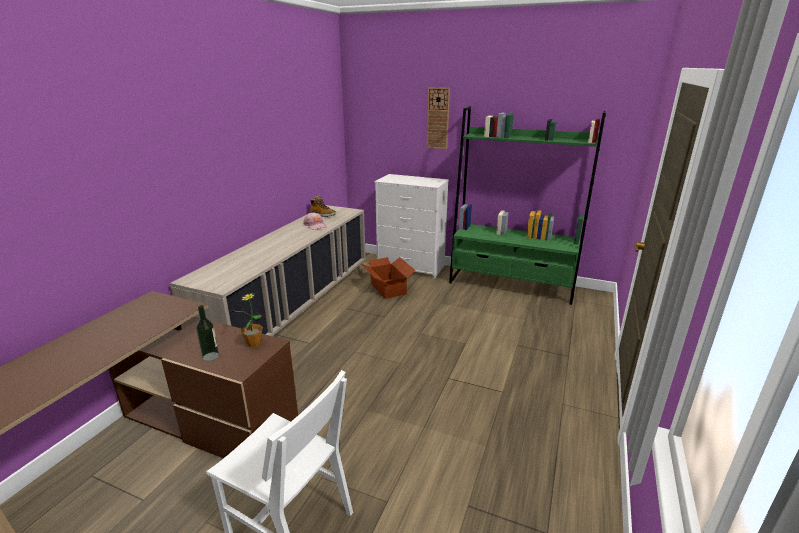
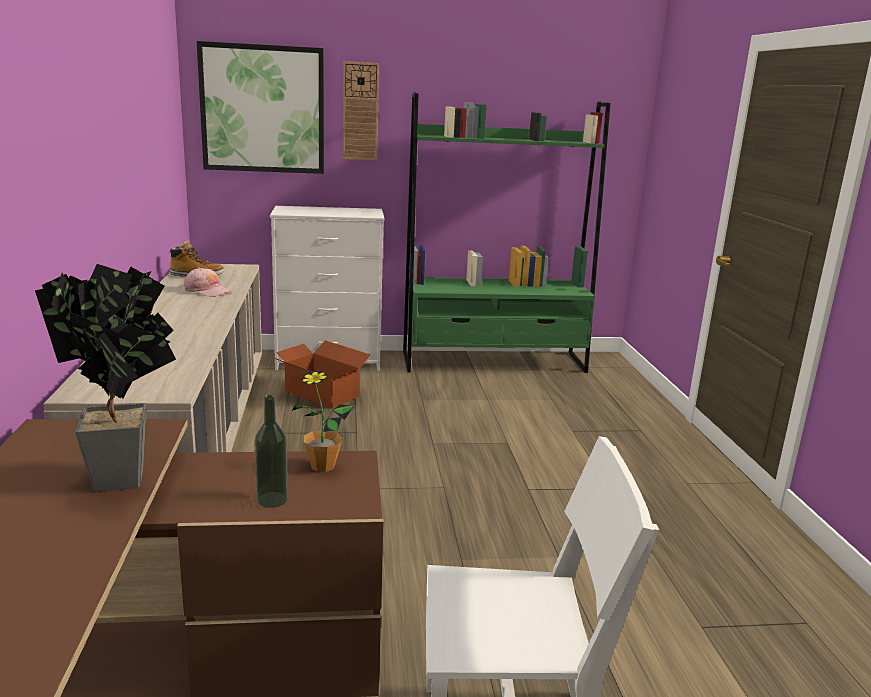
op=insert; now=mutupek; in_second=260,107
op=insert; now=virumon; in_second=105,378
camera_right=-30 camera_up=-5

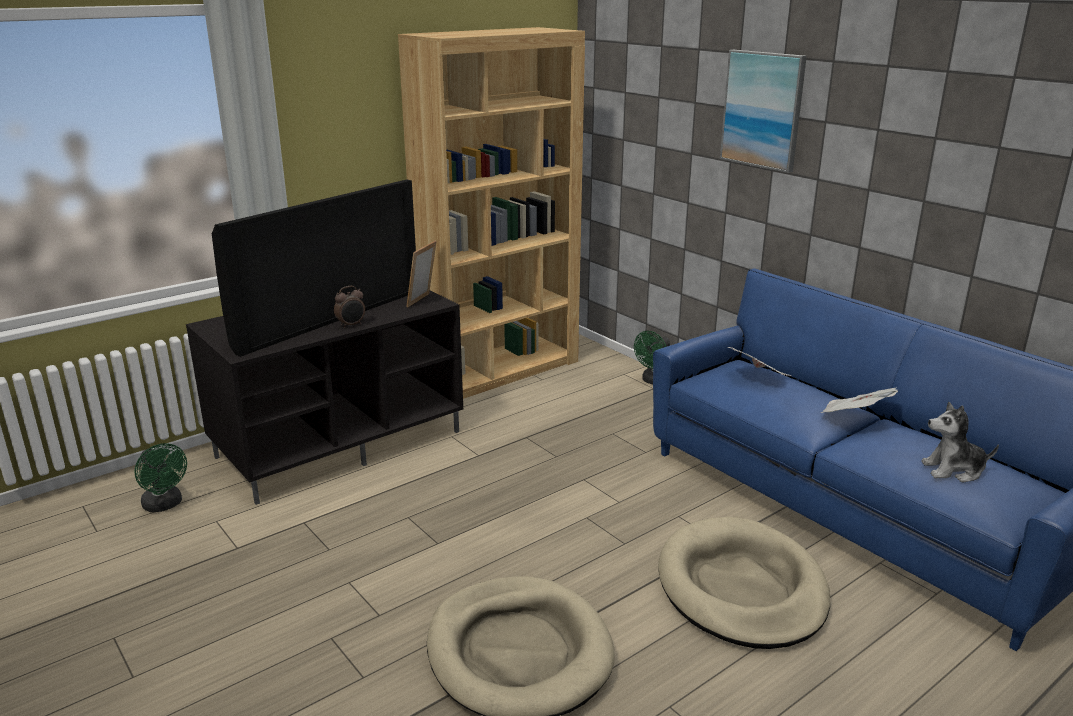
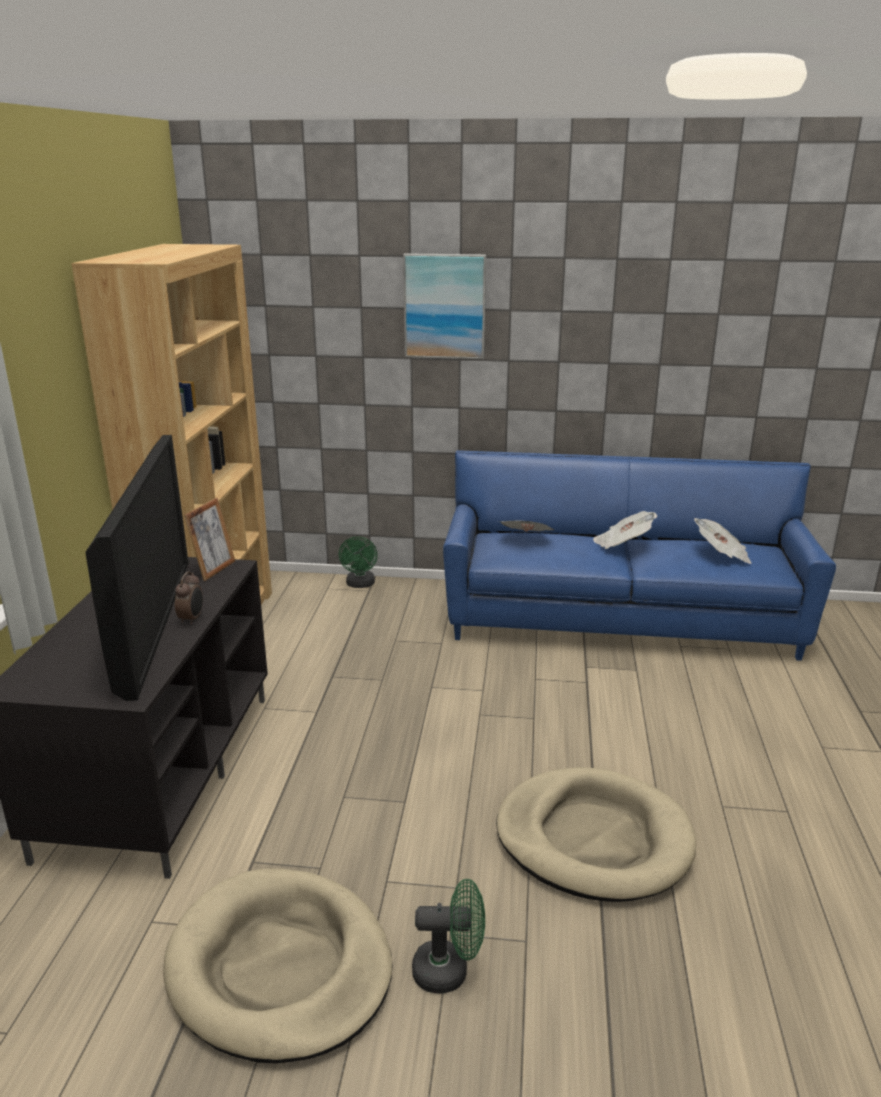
op=rotate; was=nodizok; in_first=421,274; in_second=209,539; clockwise=-135
op=replace; was=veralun; now=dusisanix; in_first=960,442; in_second=723,541
op=move; was=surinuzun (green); in_first=160,477; in_second=448,936
op=move; was=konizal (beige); in_first=744,583; in_second=278,965
camera_right=-45 camera_up=0

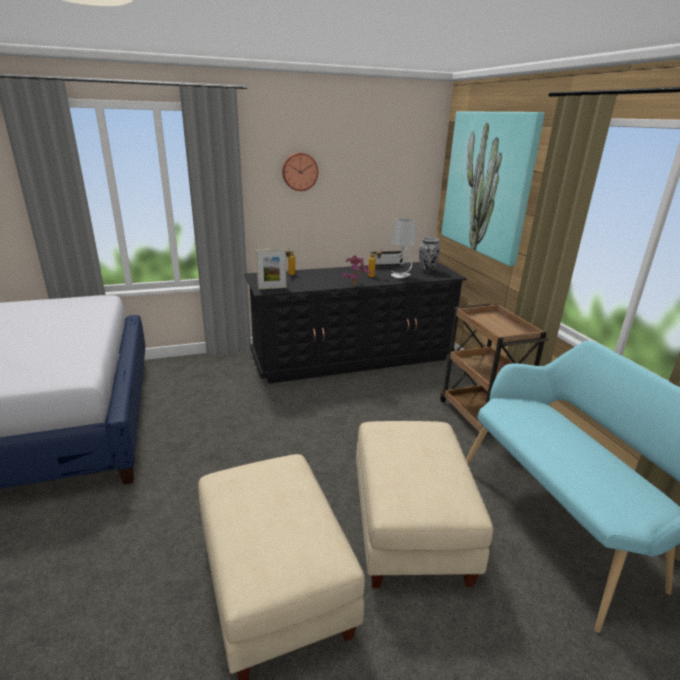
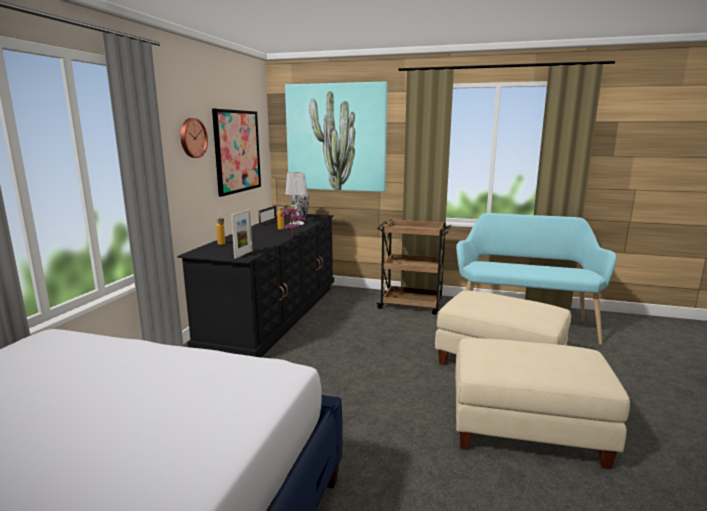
op=insert; now=mutupek; in_second=236,152
camera_right=-55 camera_up=-10

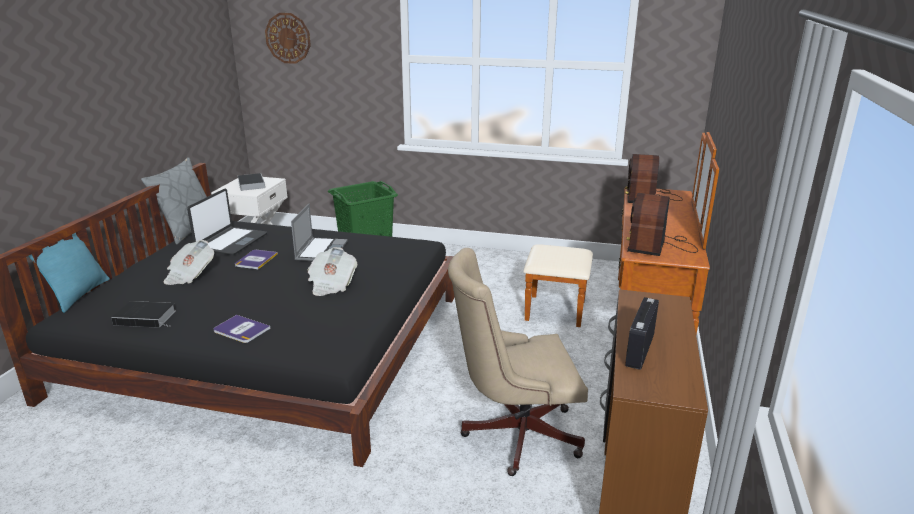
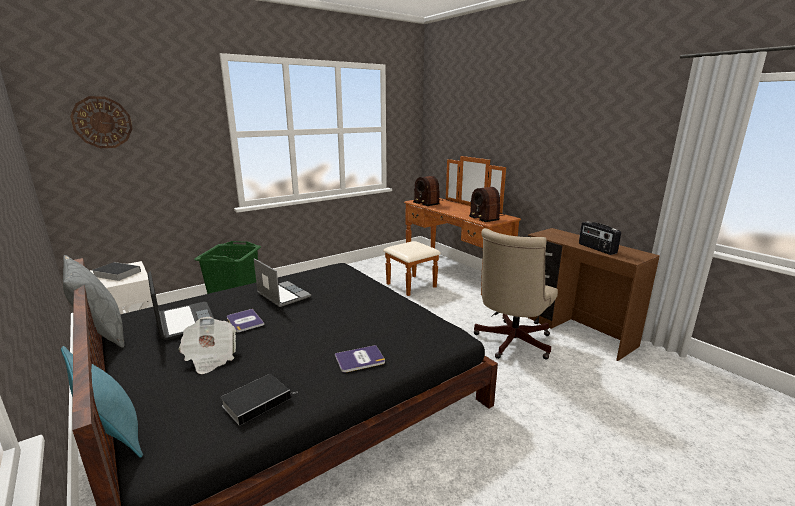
op=delete; was=dusisanix; in_first=332,271
camera_right=-50 camera_up=-5

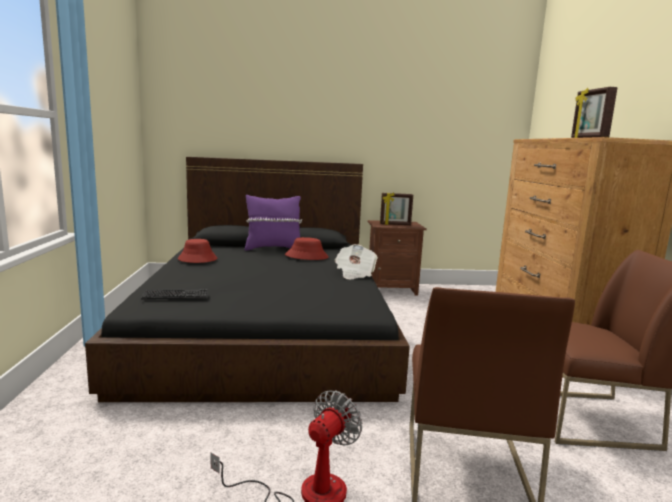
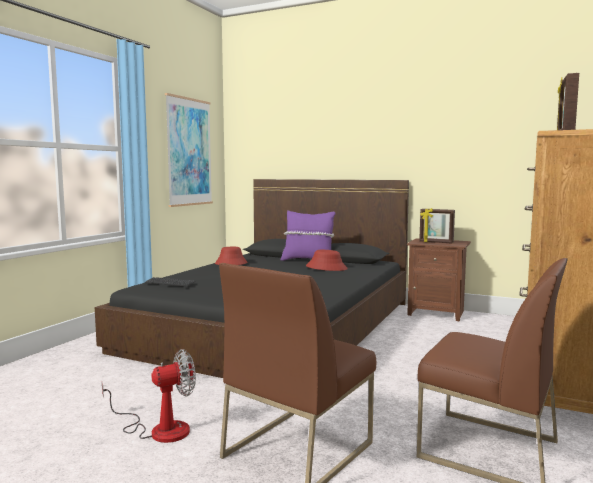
op=delete; was=dusisanix; in_first=356,261
op=insert; now=mutupek; in_second=189,150
camera_right=30 camera_up=-5

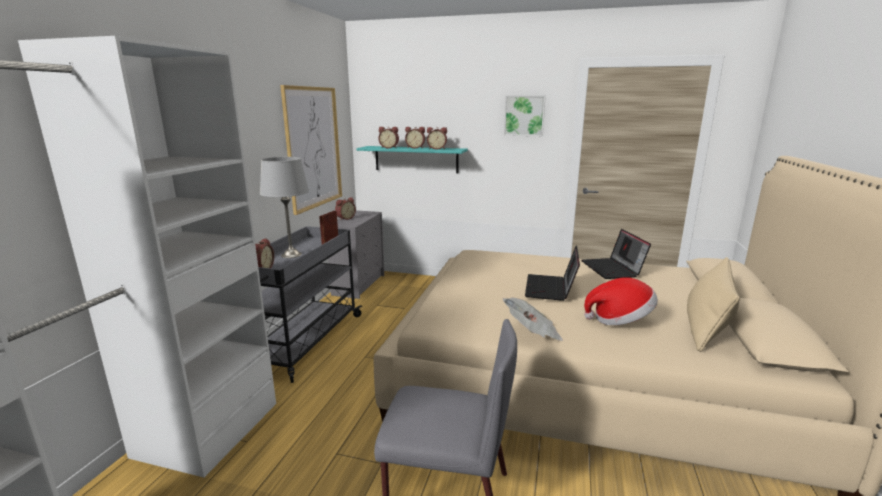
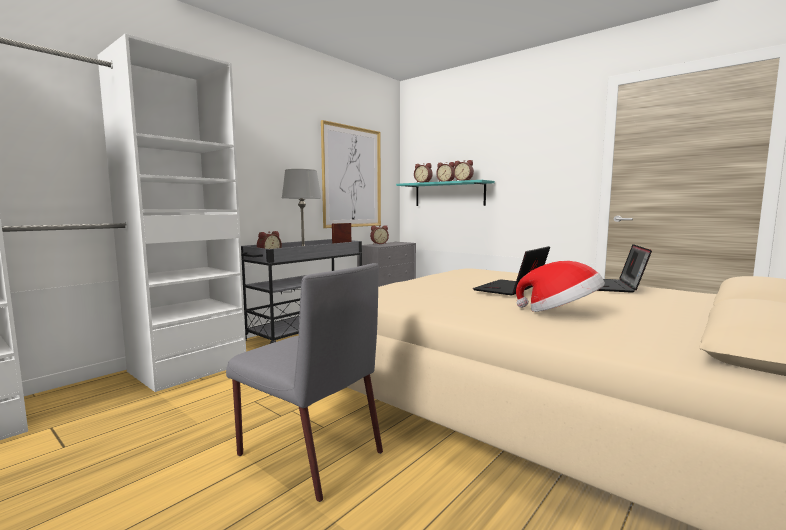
op=delete; was=mutupek; in_first=525,116
op=delete; was=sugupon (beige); in_first=713,304
op=delete; was=dusisanix; in_first=533,319
camera_right=25 camera_up=-10

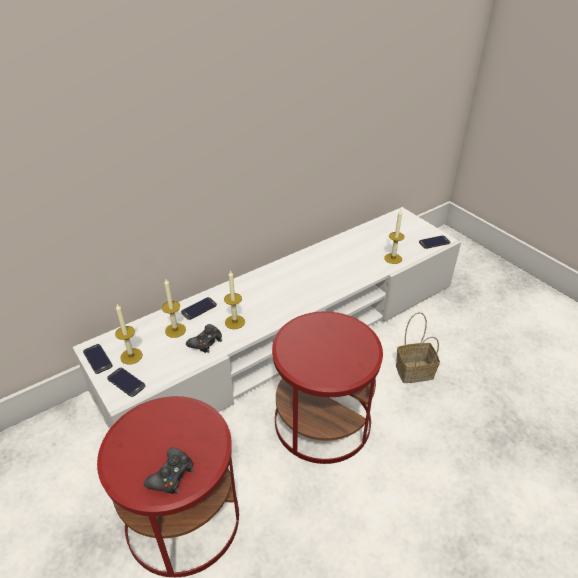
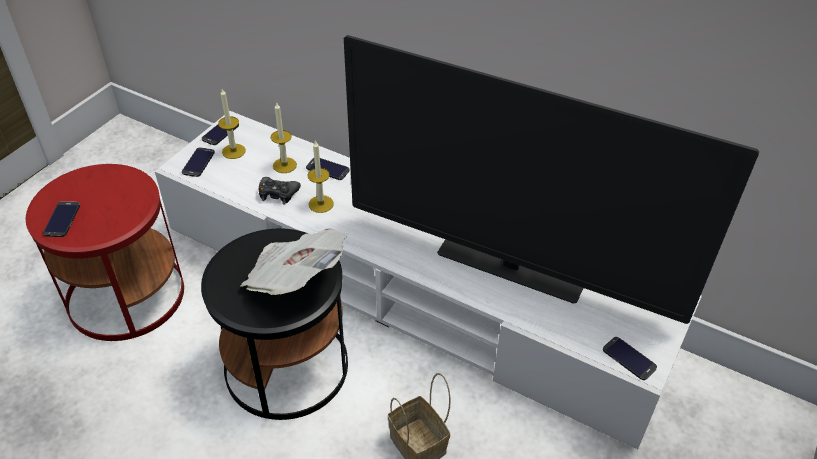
op=delete; was=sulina; in_first=394,237
op=recolor; was=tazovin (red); now=tazovin (black); in_first=327,388; in_second=274,324
op=replace; was=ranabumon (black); now=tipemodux; in_first=169,470; in_second=61,219
op=insert; now=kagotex; in_second=551,179
op=insert; now=dusisanix; in_second=294,261
camera_right=65 camera_up=5

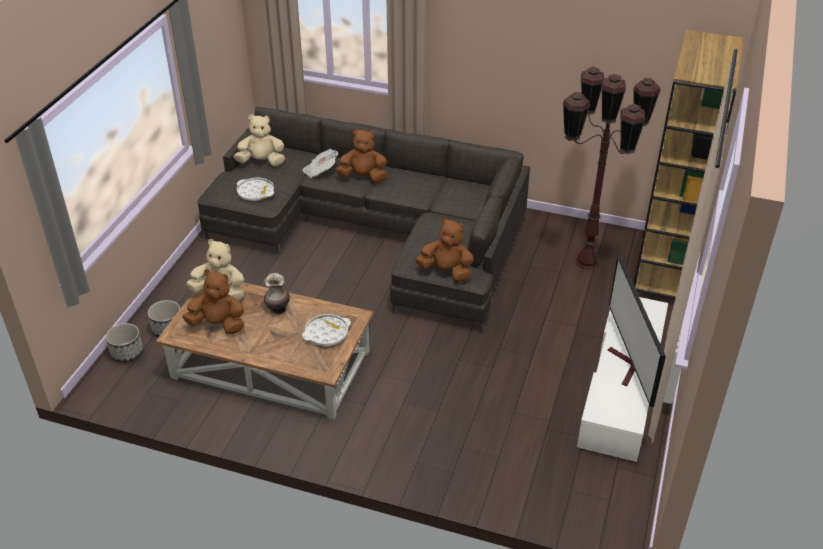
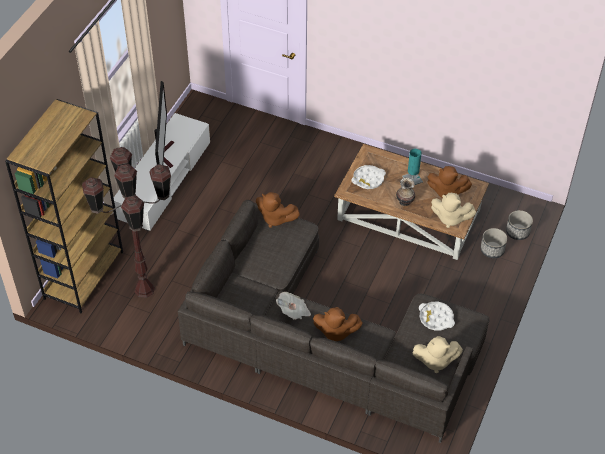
op=move; was=dusisanix; in_first=320,163; in_second=293,306
op=insert; now=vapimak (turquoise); in_second=412,167
camera_right=-175 camera_up=10

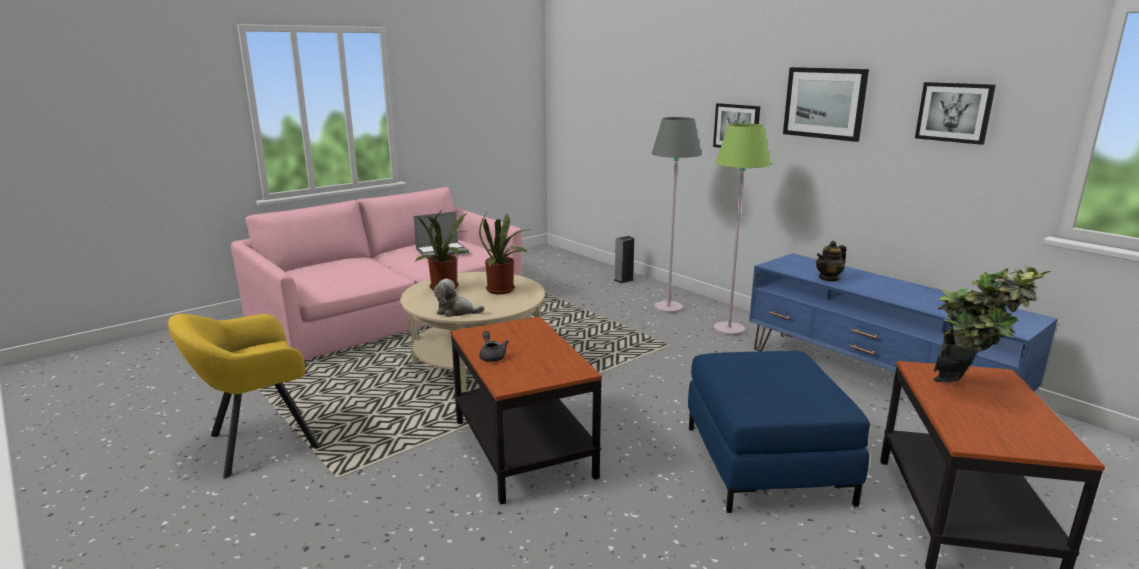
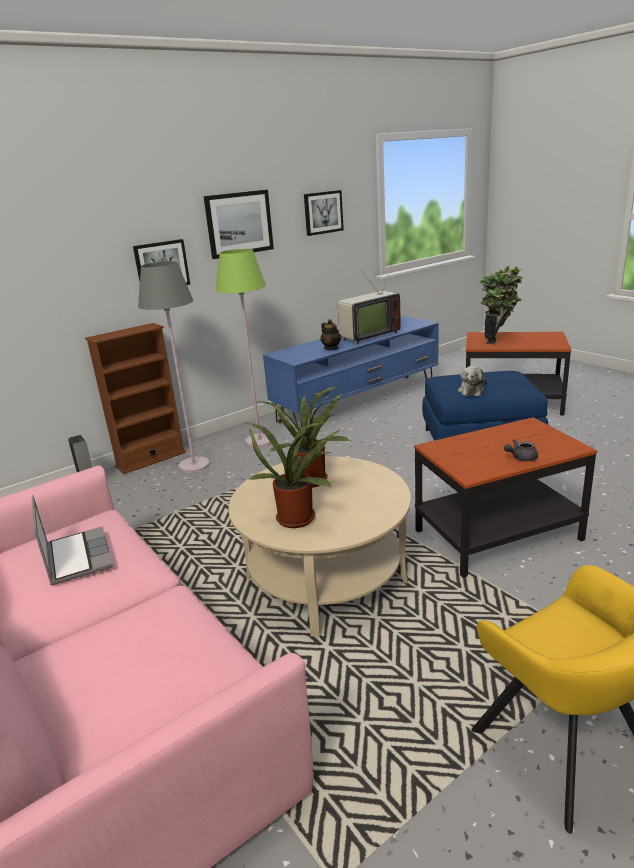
op=move; was=veralun; in_first=459,298; in_second=472,381
op=insert; now=kagotex; in_second=369,302
op=insert; now=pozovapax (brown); in_second=135,398
camera_right=-85 camera_up=5

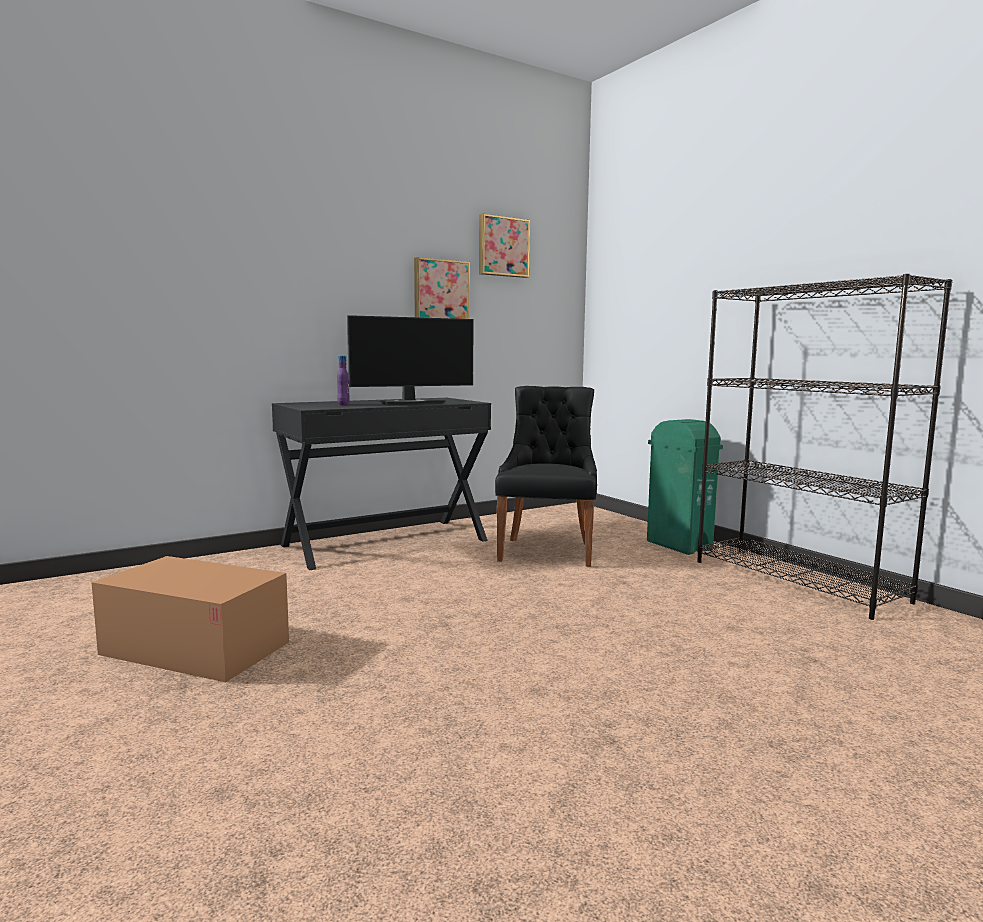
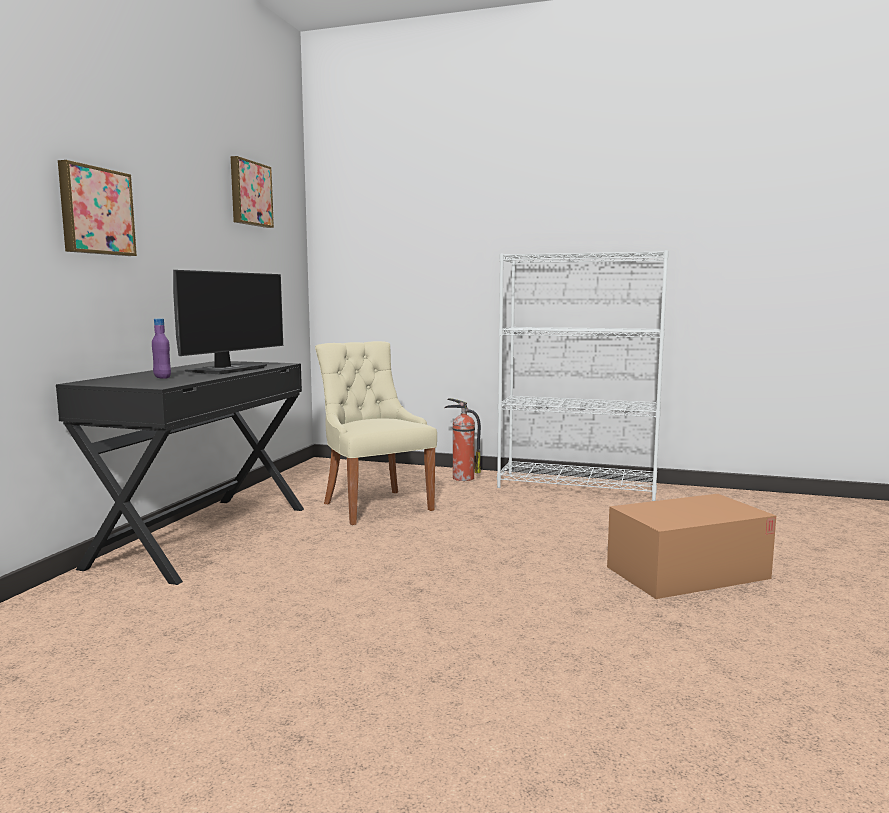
op=move; was=mutupek; in_first=442,288; in_second=97,208
op=recolor; was=pozovapax (black); now=pozovapax (white); in_first=824,447; in_second=583,376
op=recolor; was=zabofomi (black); now=zabofomi (beige); in_first=546,476; in_second=376,433
op=replace; was=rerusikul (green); now=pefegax; in_first=685,487; in_second=462,439
op=move; was=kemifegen; in_first=190,619; in_second=691,546
camera_right=-40 camera_up=0

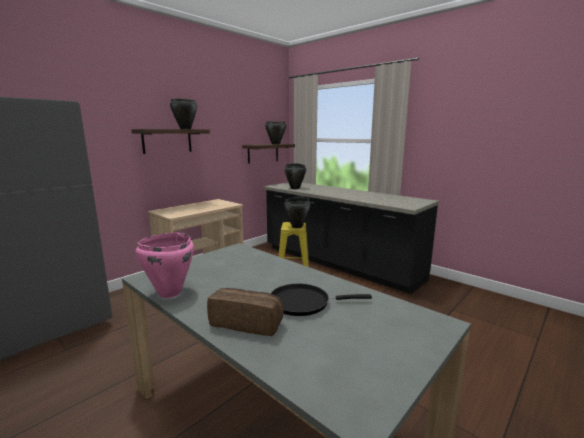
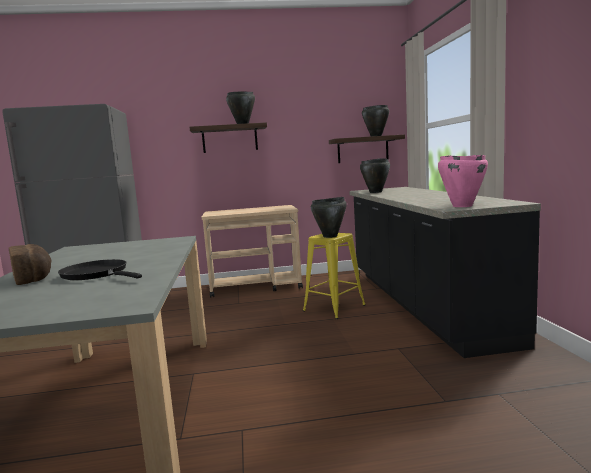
op=move; was=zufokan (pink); in_first=165,265; in_second=463,181
camera_right=40 camera_up=-5

